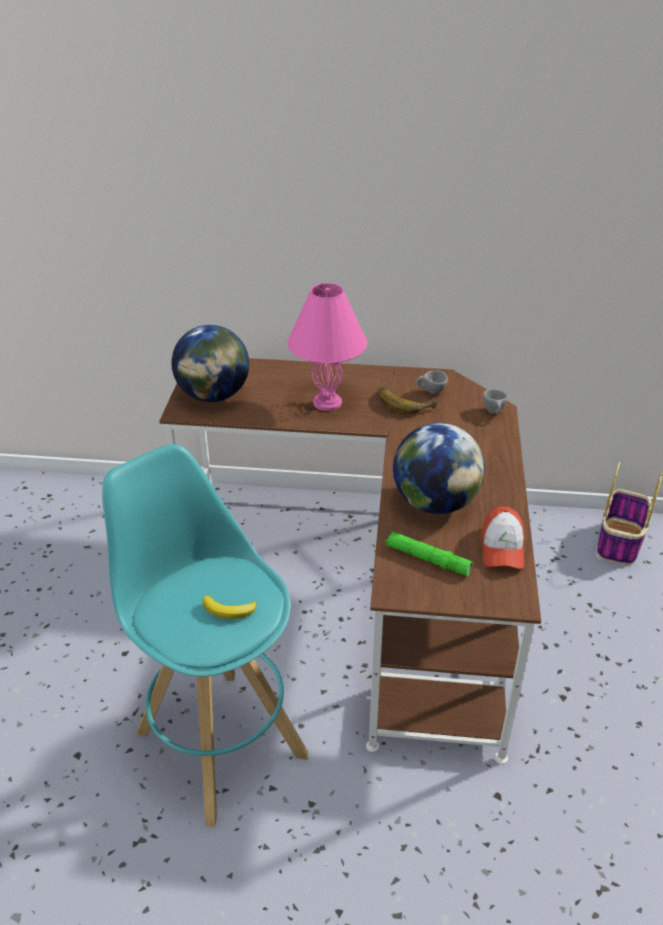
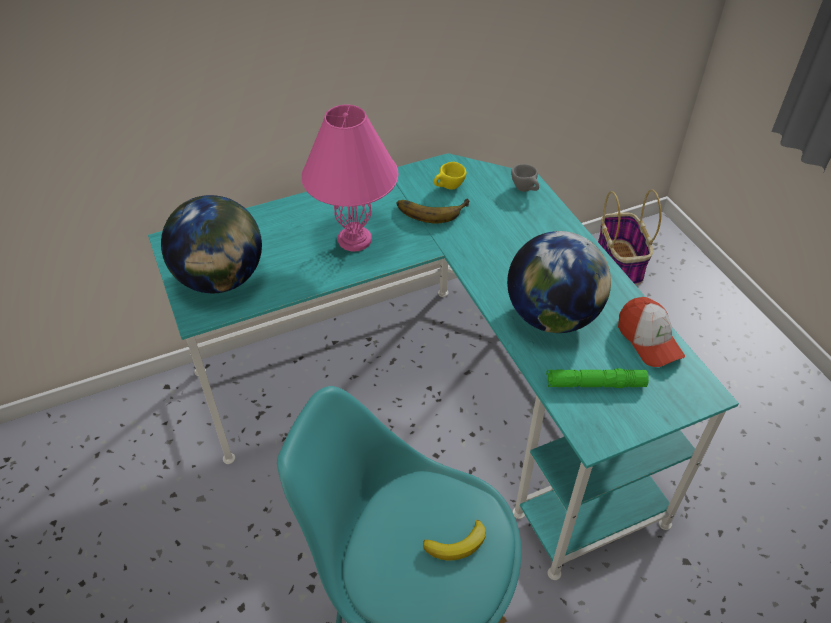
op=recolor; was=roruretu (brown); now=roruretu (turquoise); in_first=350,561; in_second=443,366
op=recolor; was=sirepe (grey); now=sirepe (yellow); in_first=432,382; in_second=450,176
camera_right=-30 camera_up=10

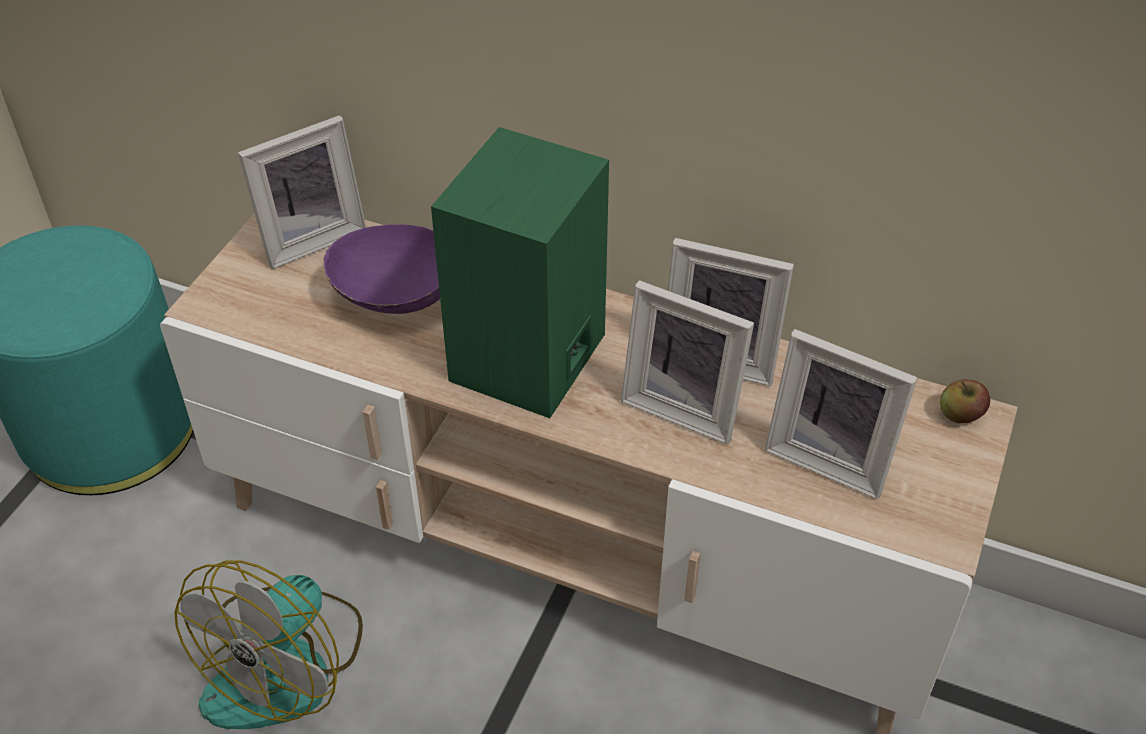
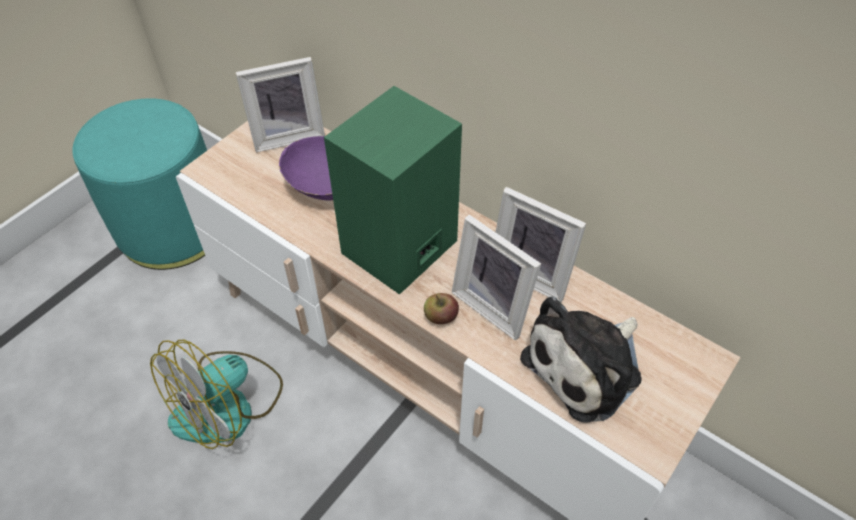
op=replace; was=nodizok; now=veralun; in_first=841,414; in_second=581,359
op=move; was=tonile; in_first=965,401; in_second=441,308
camera_right=15 camera_up=5

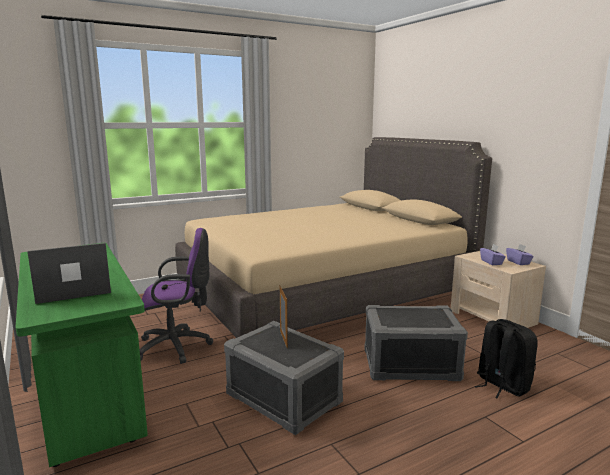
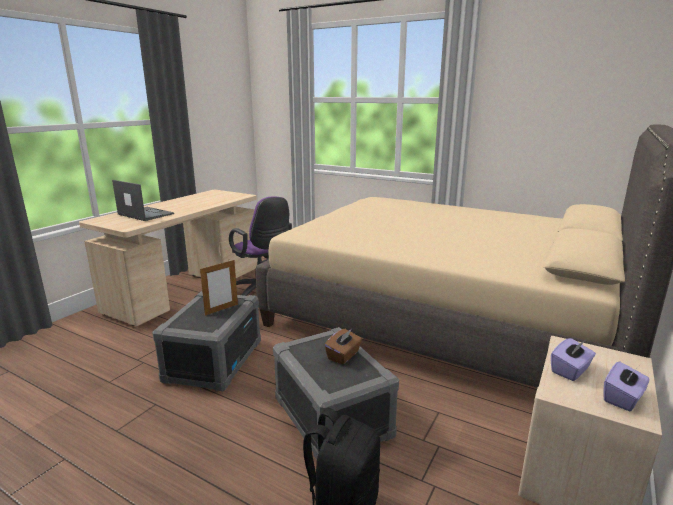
op=recolor; was=roruretu (green); now=roruretu (beige); in_first=82,355; in_second=168,258
op=insert; now=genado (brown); in_second=343,346
camera_right=60 camera_up=5

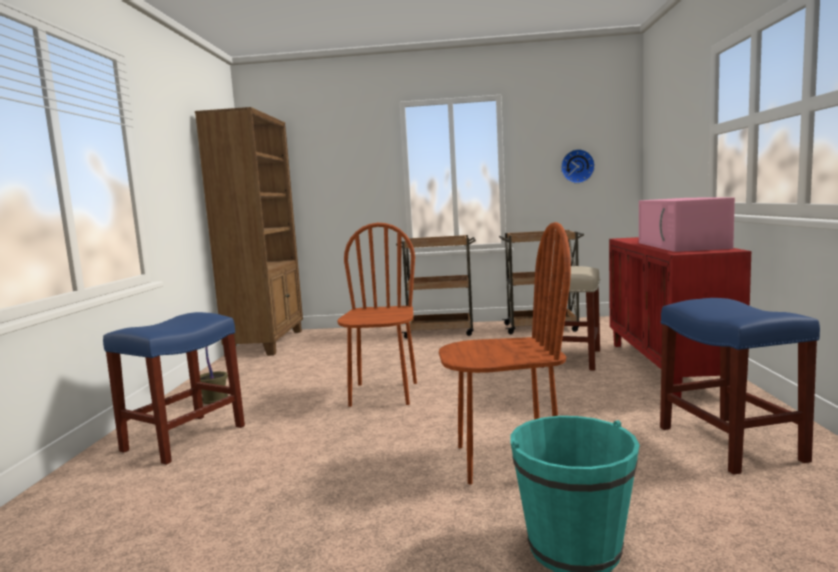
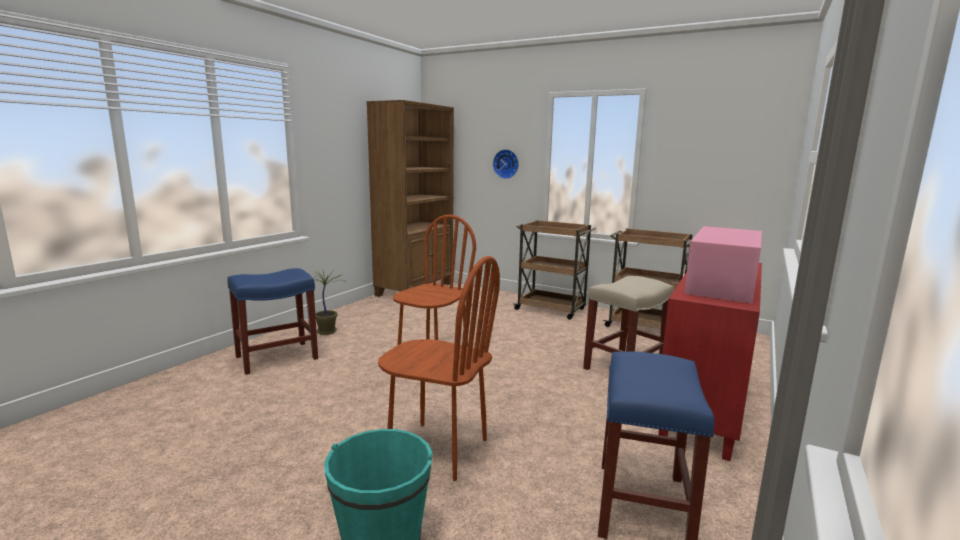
op=move; was=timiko; in_first=578,166; in_second=506,164
camera_right=25 camera_up=5

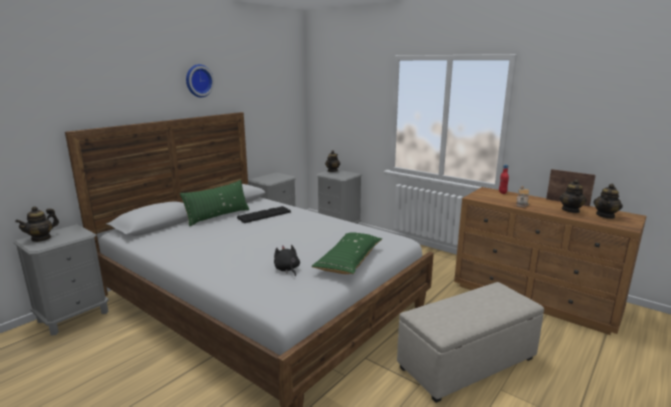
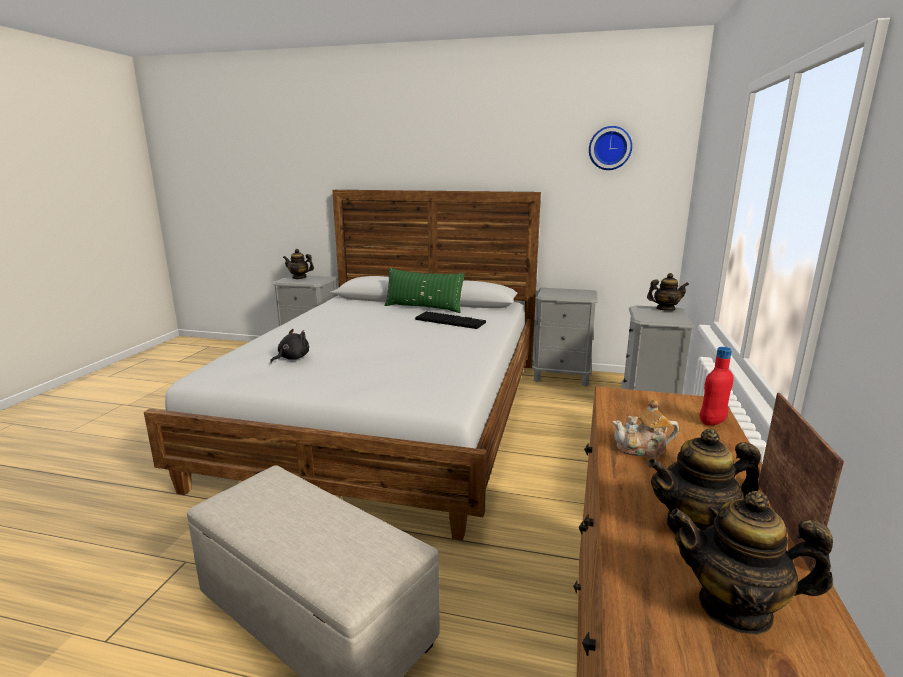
op=move; was=timiko; in_first=200,80; in_second=610,148
op=delete; was=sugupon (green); in_first=346,253
camera_right=65 camera_up=0

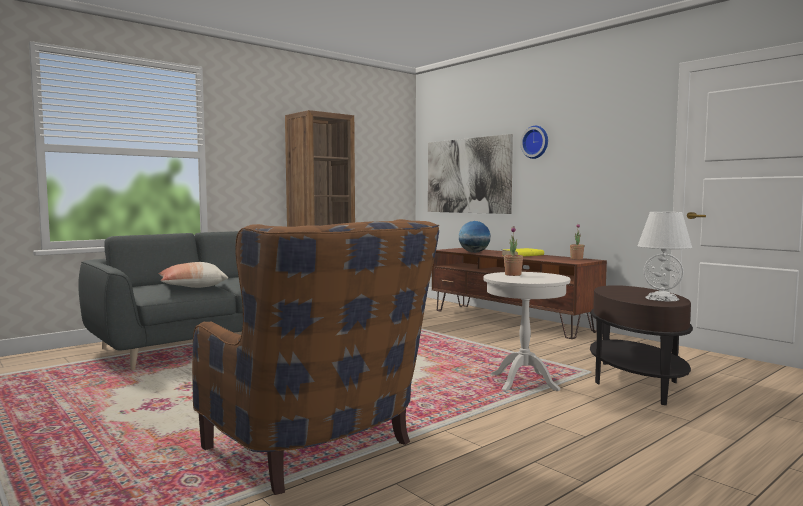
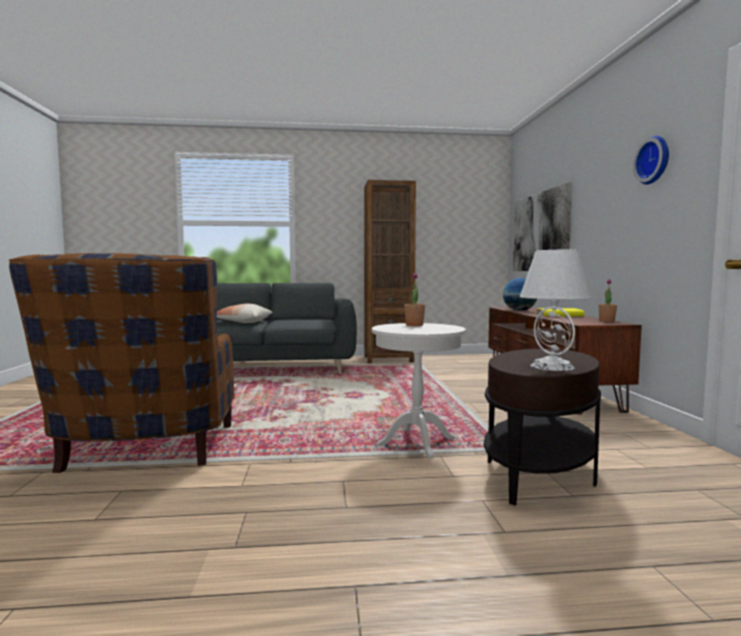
op=move; was=timiko; in_first=534,142; in_second=651,159
camera_right=35 camera_up=0

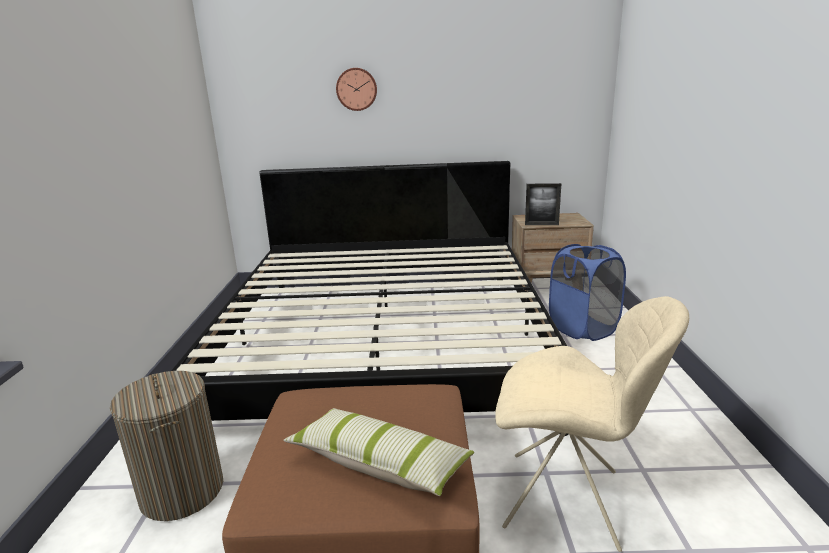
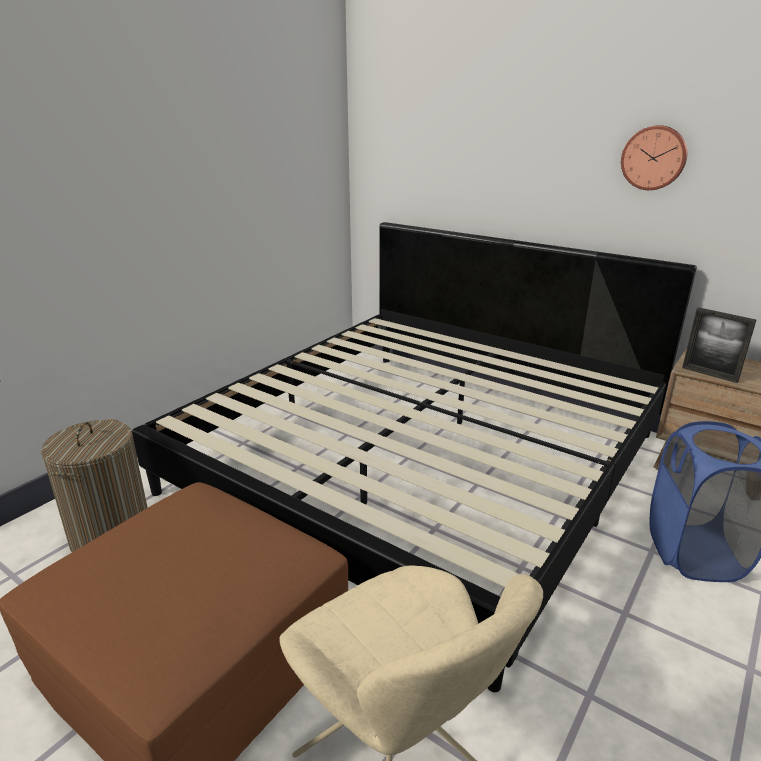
op=move; was=timiko; in_first=356,89; in_second=654,157
op=delete; was=sugupon; in_first=378,452
camera_right=35 camera_up=5

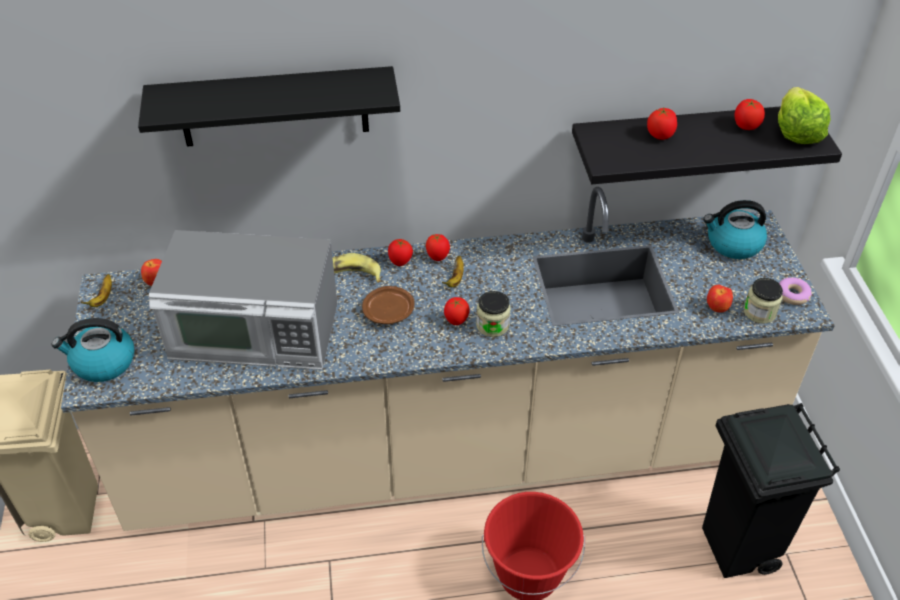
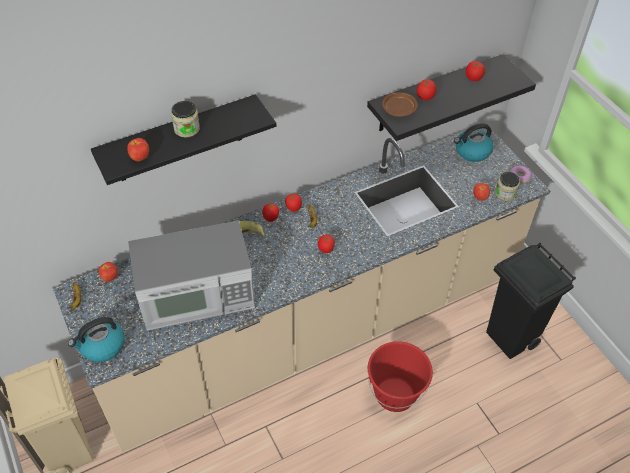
op=delete; was=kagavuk; in_first=804,115
op=move; was=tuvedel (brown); in_first=388,305; in_second=400,104
op=move; was=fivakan; in_first=493,314; in_second=185,119
op=insert; now=tonile; in_second=138,150
camera_right=-20 camera_up=5

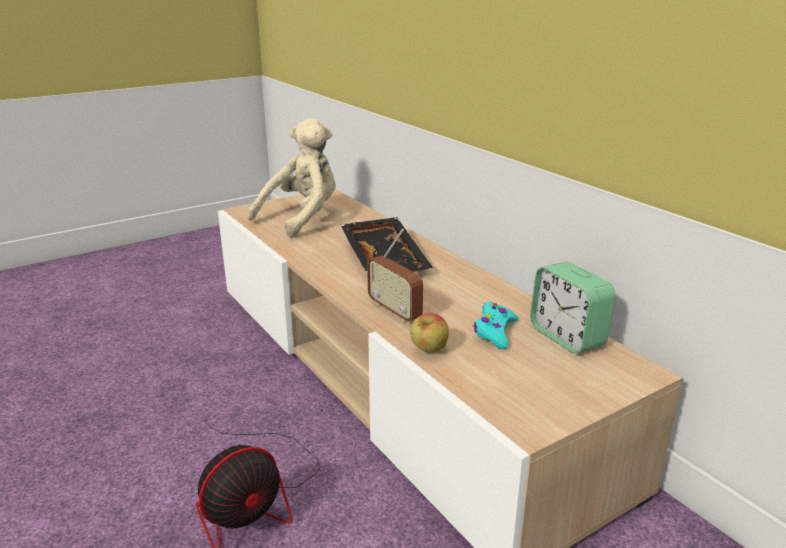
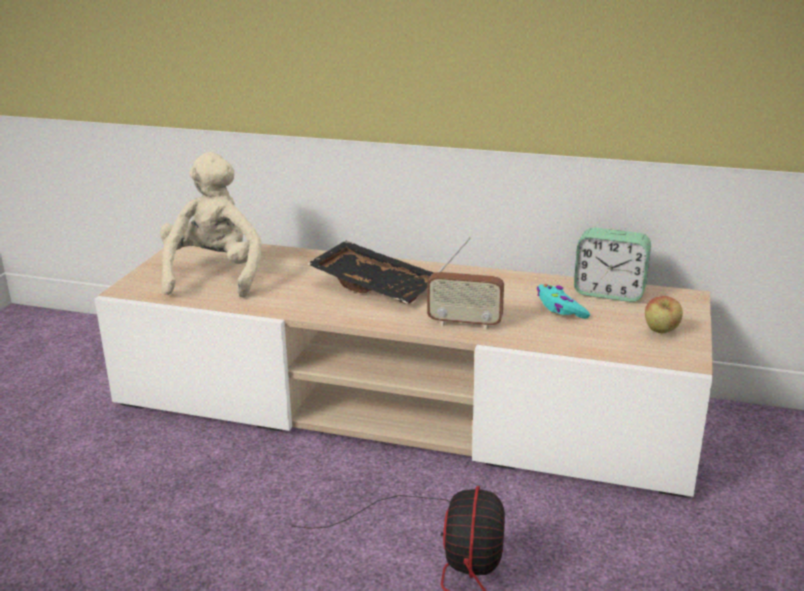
op=move; was=tonile; in_first=429,333; in_second=664,315
camera_right=-40 camera_up=0

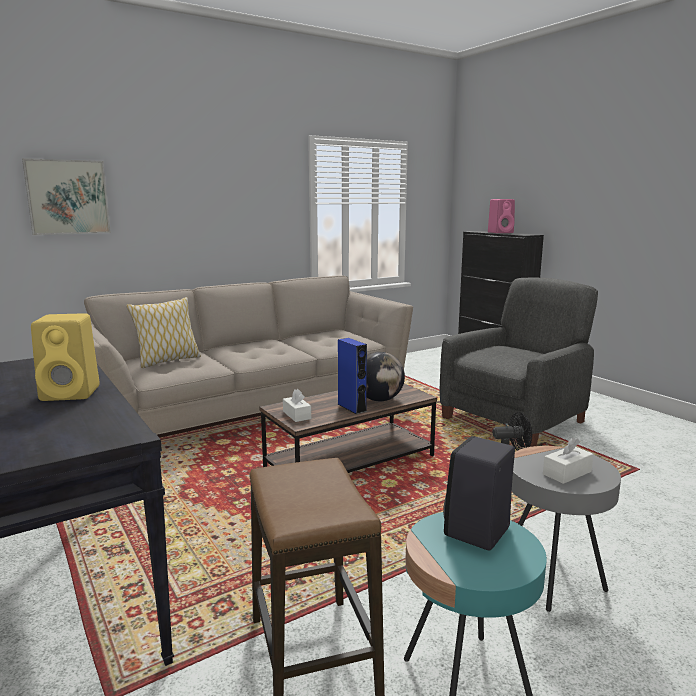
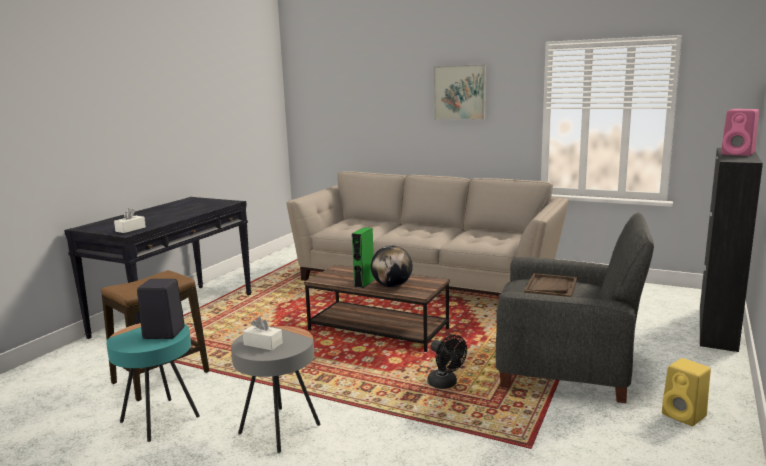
op=move; was=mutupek; in_first=66,196; in_second=460,92
op=delete; was=sugupon; in_first=163,332
op=move; was=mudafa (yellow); in_first=65,357; in_second=686,392
op=recolor; was=mudafa (blue); now=mudafa (green); in_first=352,376; in_second=363,257
op=move; was=genado (white); in_first=297,405; in_second=130,220
op=insert; now=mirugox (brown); in_second=550,285
camera_right=60 camera_up=0

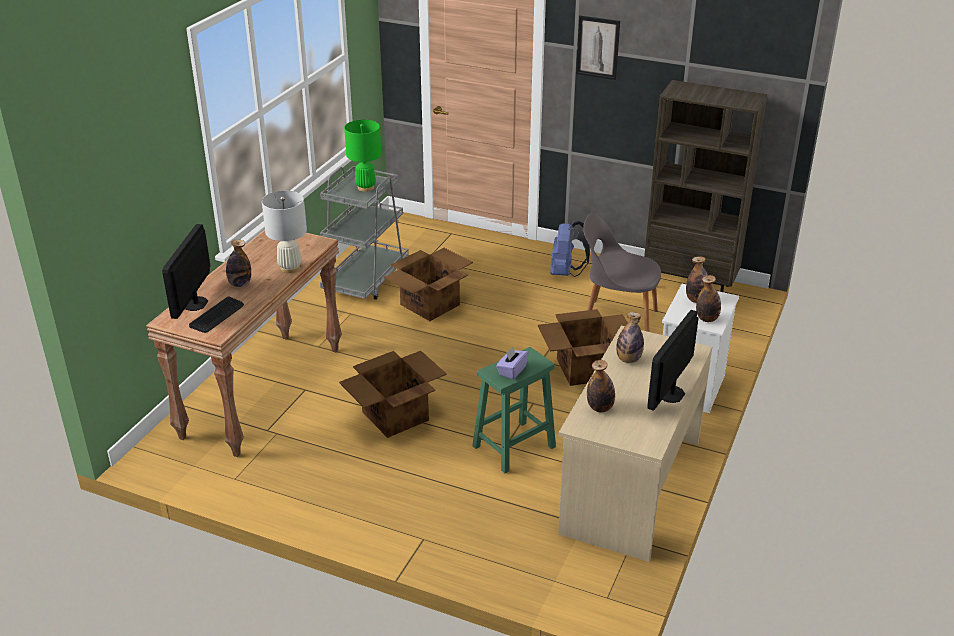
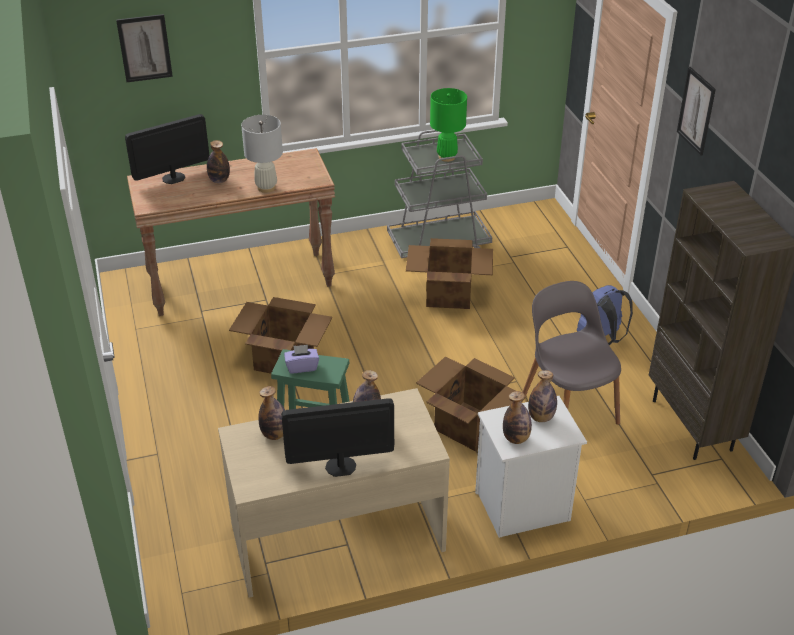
op=delete; was=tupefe; in_first=216,314
op=insert; now=mutupek; in_second=144,48
camera_right=50 camera_up=5

